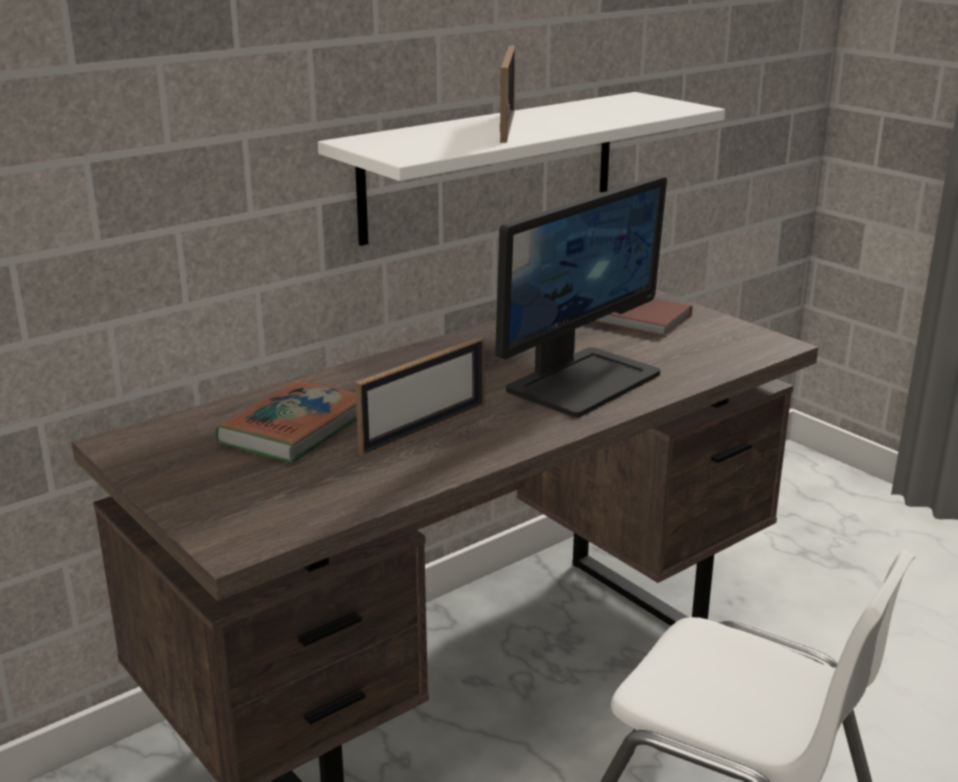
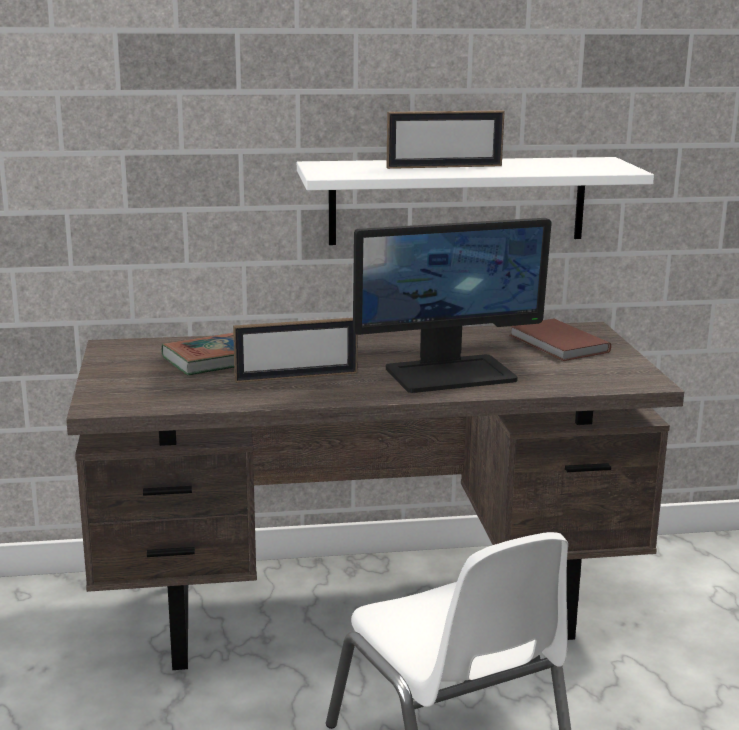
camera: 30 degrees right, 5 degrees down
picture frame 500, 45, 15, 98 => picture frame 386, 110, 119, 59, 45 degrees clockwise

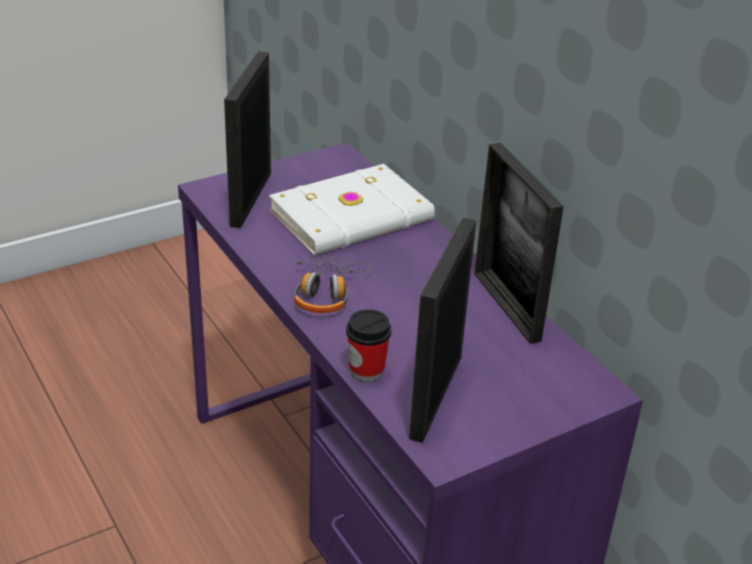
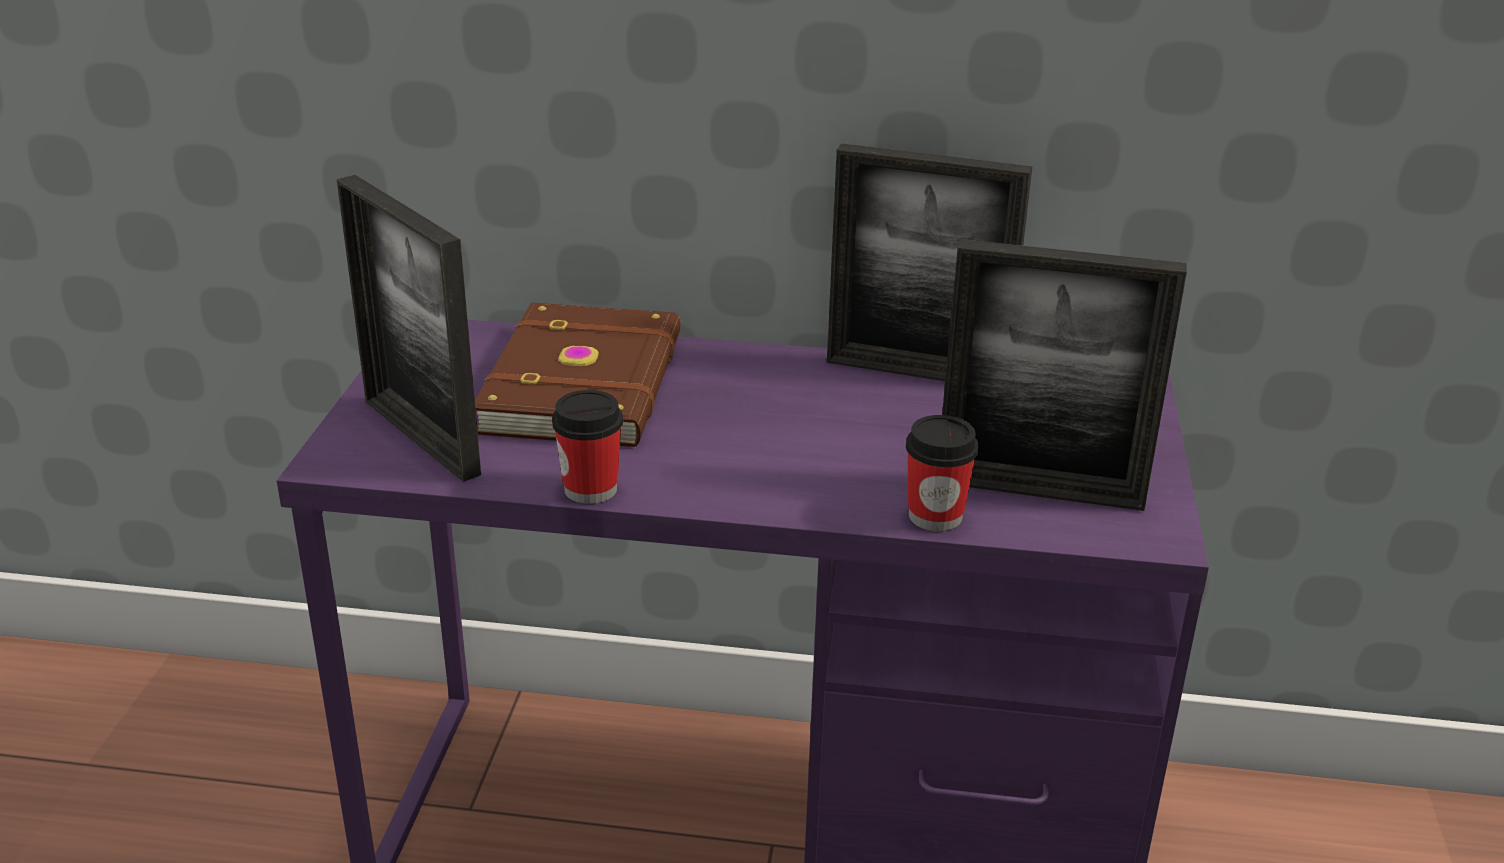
camera: 50 degrees left, 5 degrees down
book in white 269, 164, 166, 91 => book in brown 475, 303, 206, 144
headphones 292, 256, 79, 57 => nothing
picture frame 409, 218, 67, 225 => picture frame 942, 239, 245, 272, 45 degrees counterclockwise
nothing => cup 552, 390, 71, 114

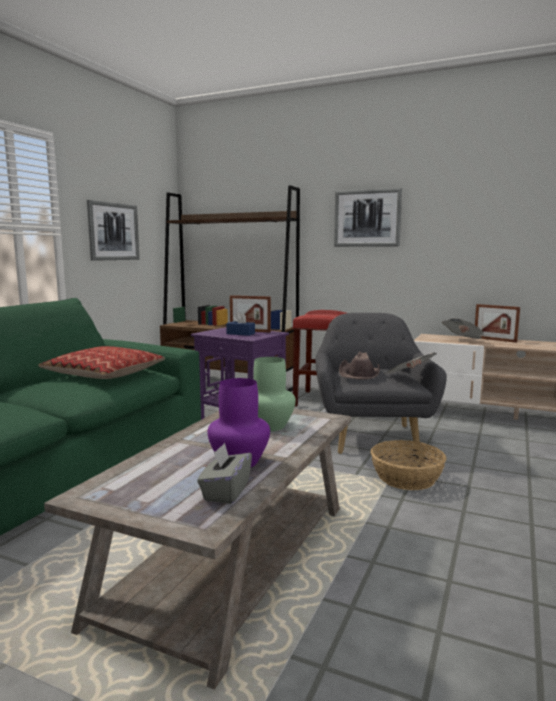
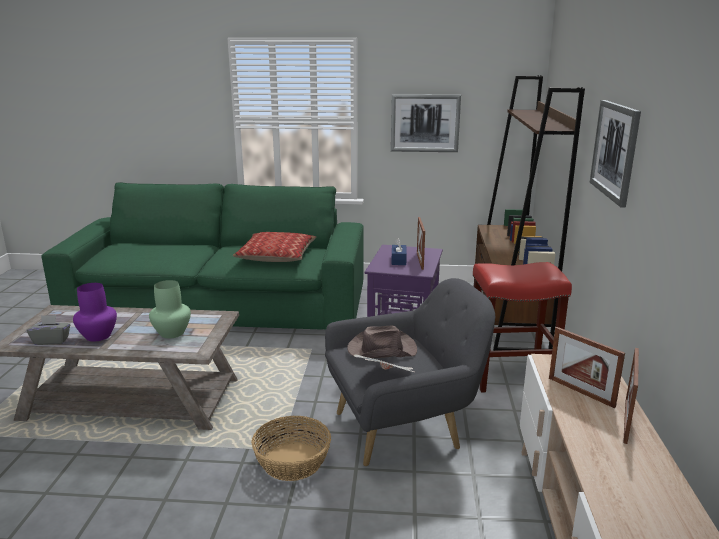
camera: 70 degrees right, 10 degrees up
newspaper 442, 319, 41, 20 => picture frame 549, 327, 76, 81

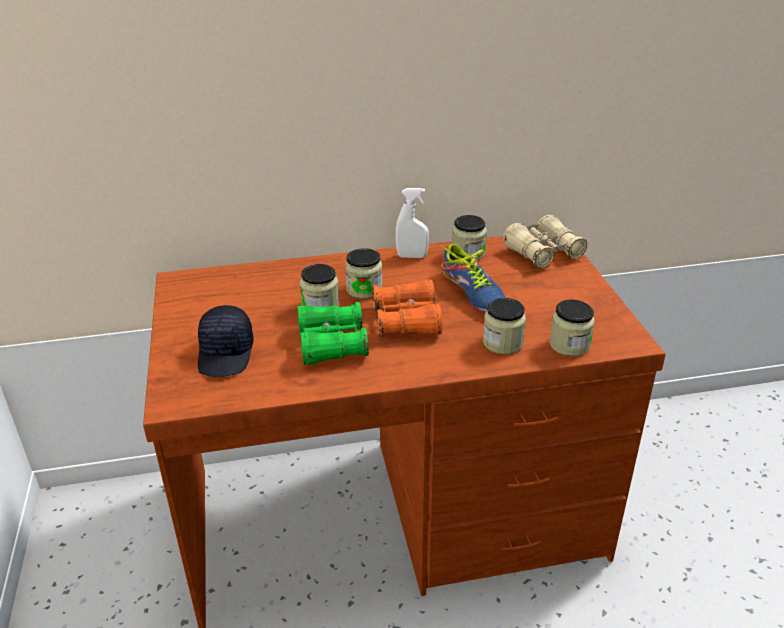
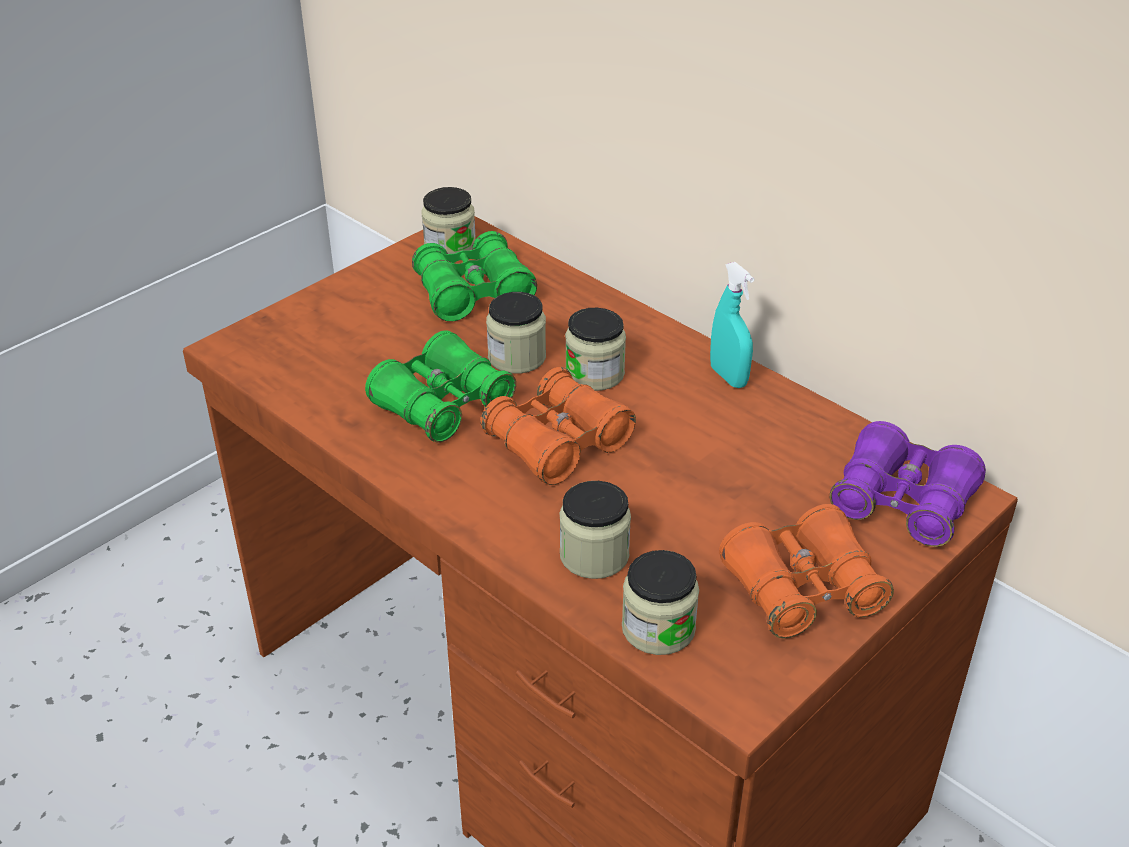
camera: 55 degrees right, 5 degrees up
cap in black 198, 305, 56, 72 => nothing
spray bottle in white 396, 188, 33, 70 => spray bottle in turquoise 710, 262, 44, 126
shoe 440, 244, 66, 69 => nothing
jar 452, 215, 35, 46 => jar 421, 187, 55, 67, moved
binoculars in beige 503, 215, 84, 54 => binoculars in purple 830, 421, 156, 126
nothing => binoculars in green 412, 231, 125, 91
nothing => binoculars in orange 719, 504, 175, 134

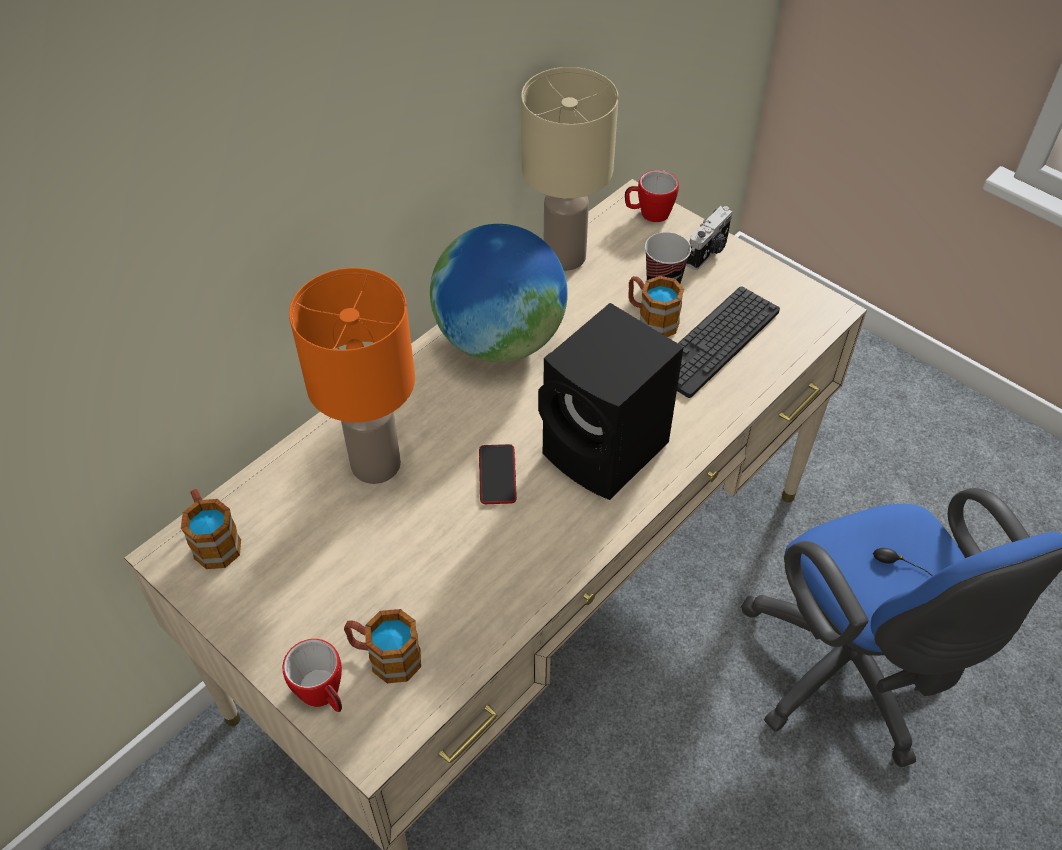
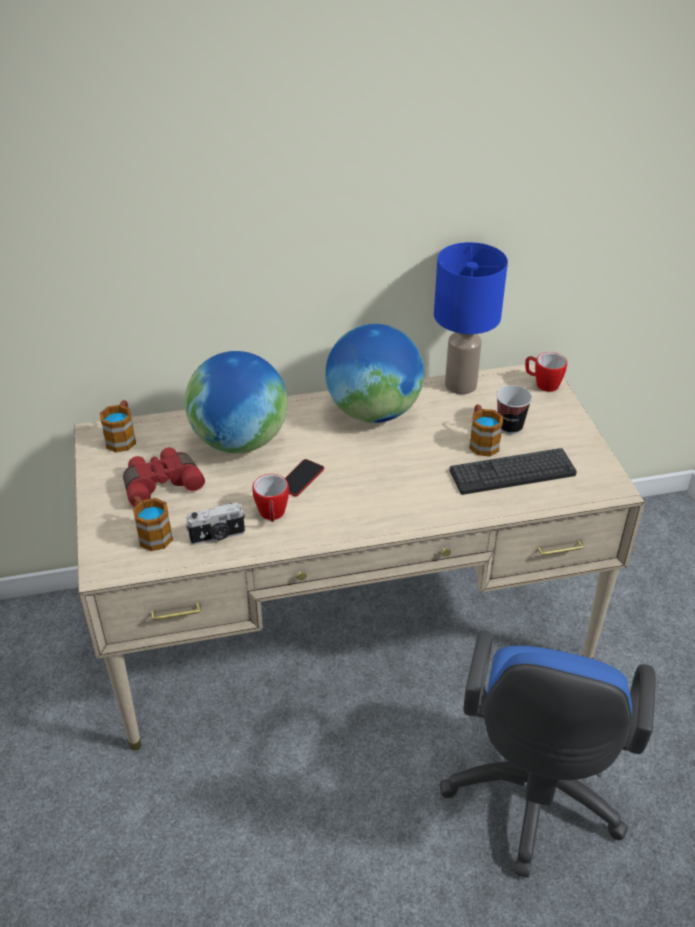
camera: 35 degrees right, 10 degrees down
mug 282, 639, 60, 73 => mug 252, 474, 37, 48, moved
table lamp in orange 289, 268, 126, 216 => globe 185, 351, 103, 102
table lamp in beige 521, 67, 97, 204 => table lamp in blue 434, 242, 74, 152
speaker in black 538, 303, 146, 197 => nothing
photo camera 686, 206, 47, 64 => photo camera 185, 502, 61, 43, moved
nothing => binoculars in red 123, 447, 82, 60

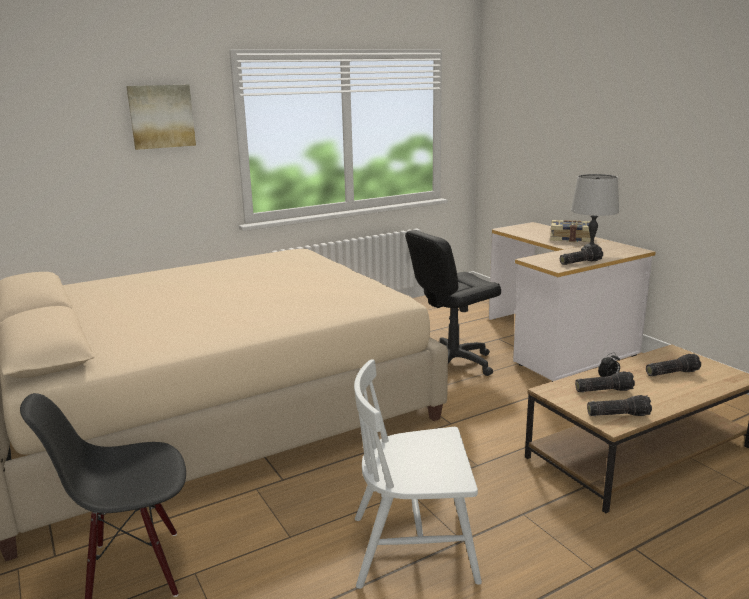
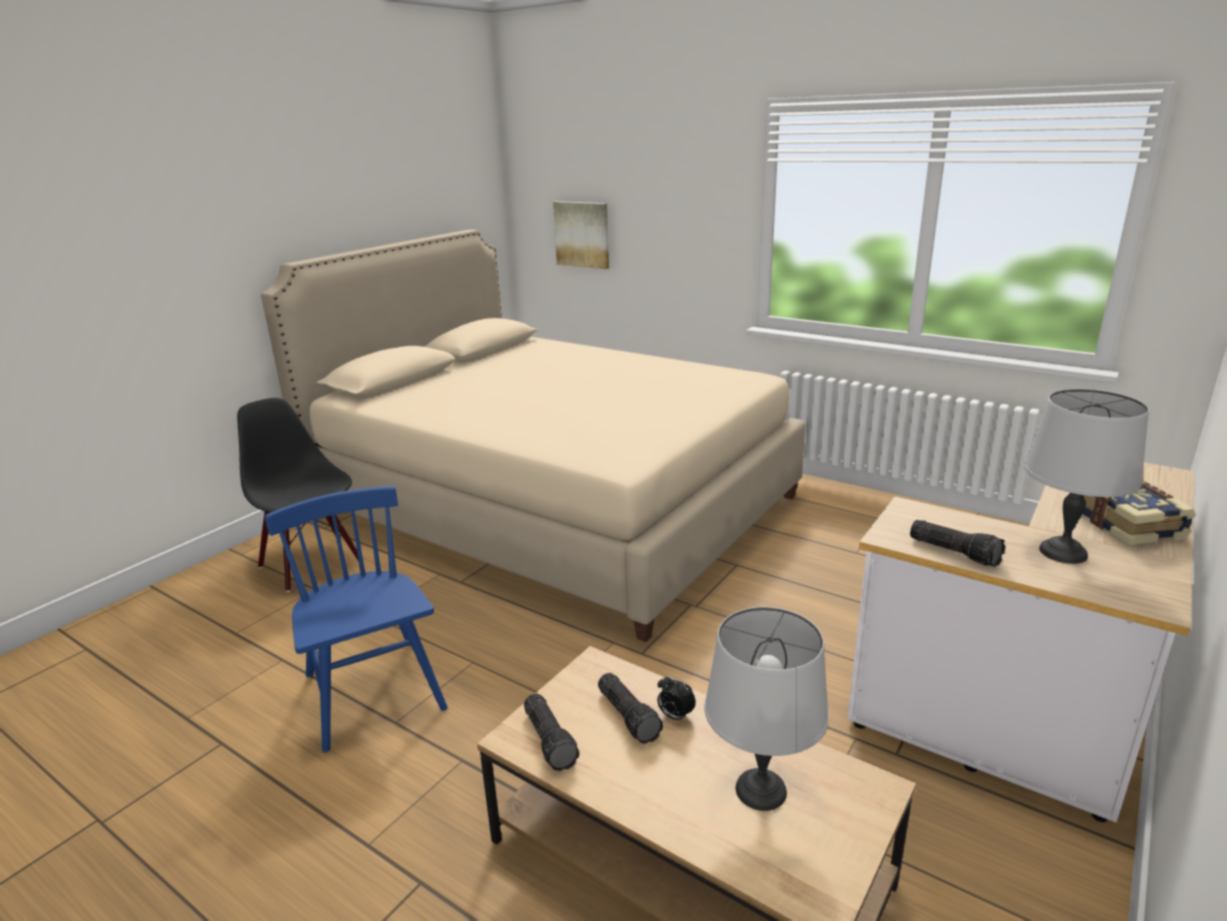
camera: 65 degrees right, 5 degrees up
picture 126, 85, 70, 65 => picture 553, 201, 56, 68, moved
chair in white 354, 359, 128, 230 => chair in blue 265, 486, 183, 266
office chair in black 405, 230, 96, 146 => nothing
flashlight 646, 354, 55, 22 => table lamp in grey 704, 607, 125, 204

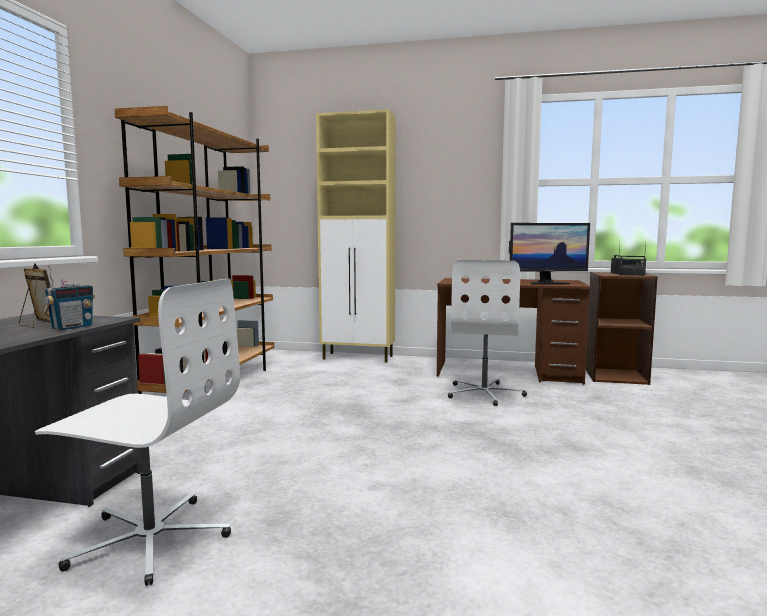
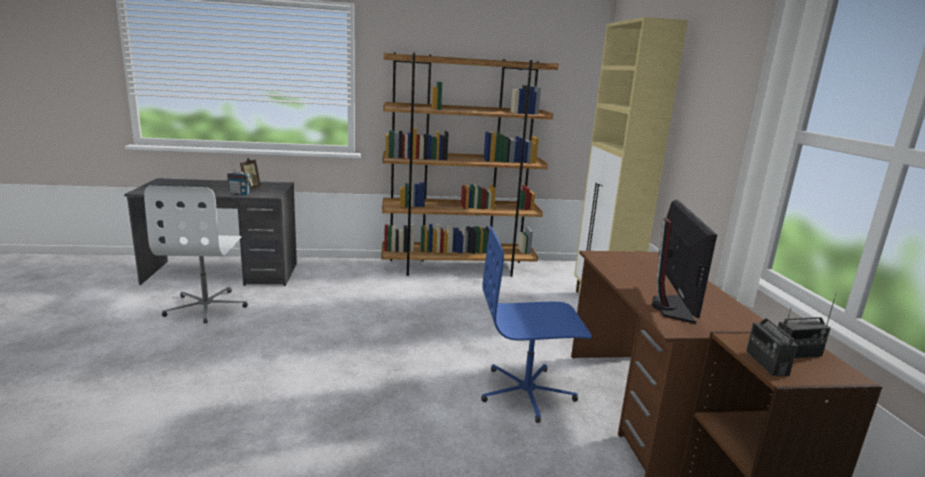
camera: 70 degrees right, 10 degrees up
office chair in white 448, 260, 79, 146 => office chair in blue 481, 225, 111, 198
monitor 509, 223, 81, 62 => monitor 652, 200, 65, 124, 150 degrees counterclockwise

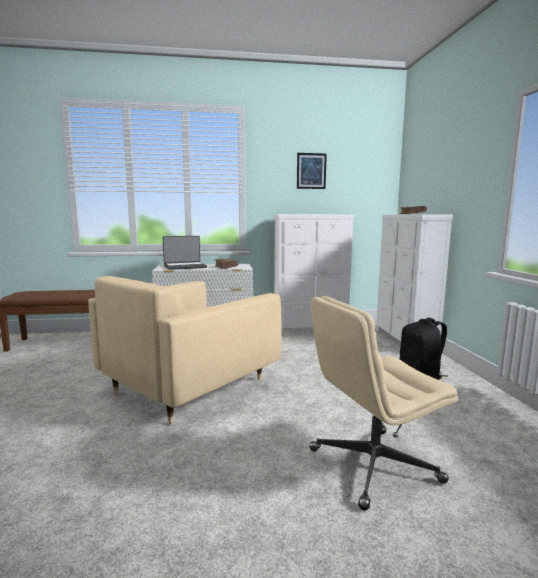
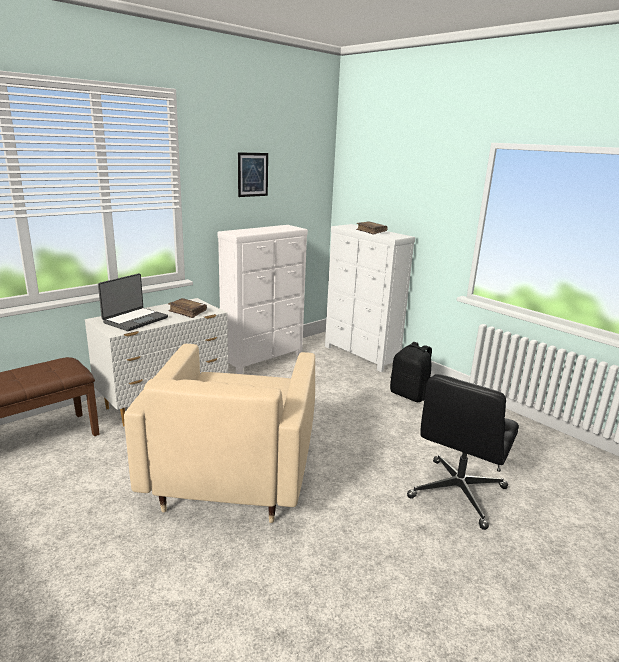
camera: 35 degrees left, 10 degrees up
office chair in beige 309, 296, 149, 214 => office chair in black 407, 374, 112, 156

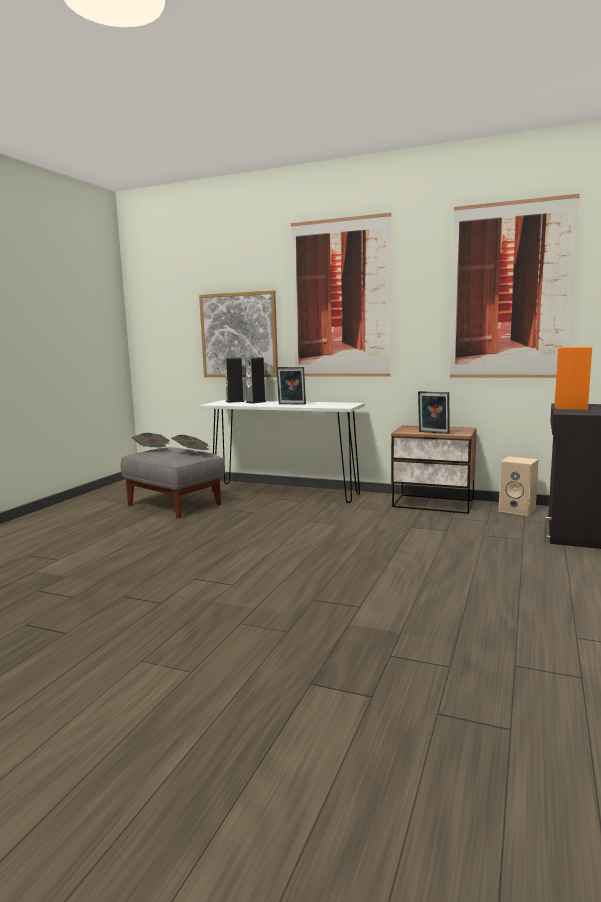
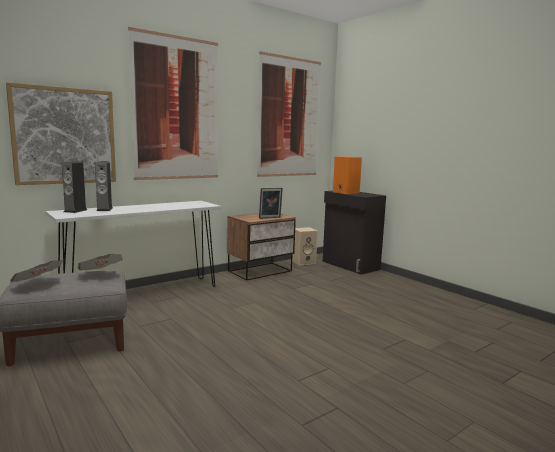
camera: 60 degrees left, 0 degrees up
picture frame 276, 367, 30, 37 => nothing

